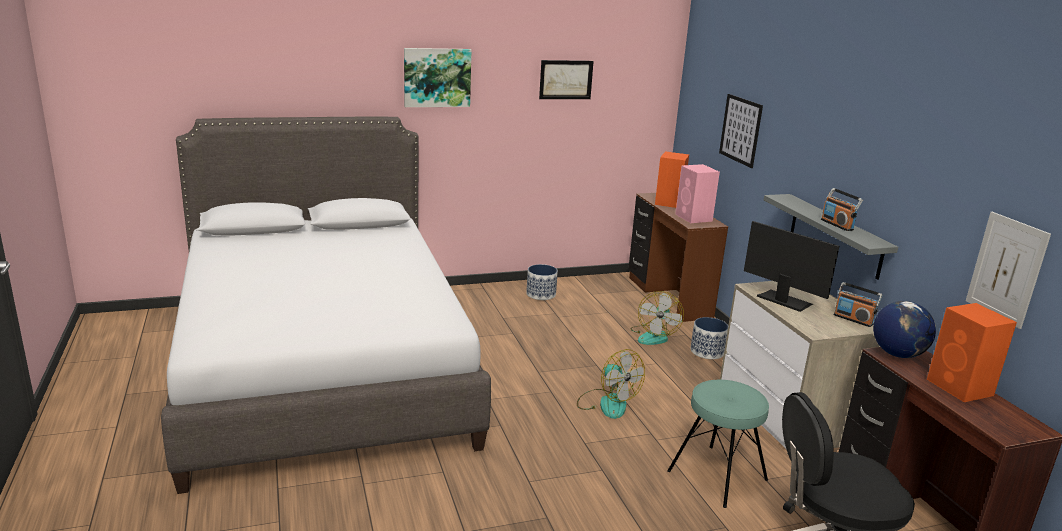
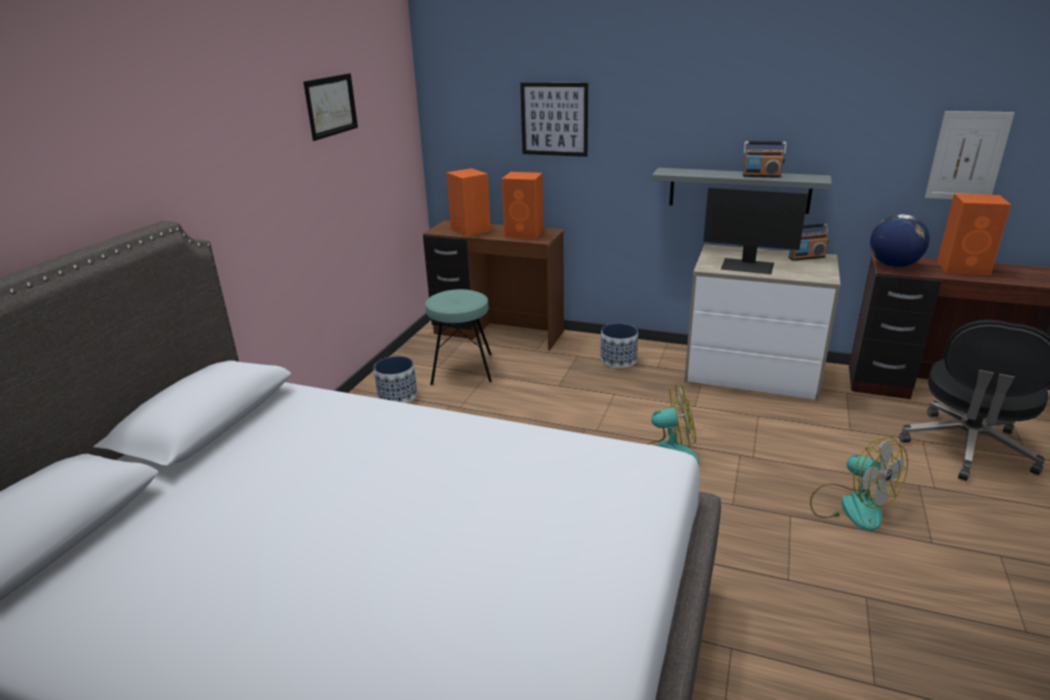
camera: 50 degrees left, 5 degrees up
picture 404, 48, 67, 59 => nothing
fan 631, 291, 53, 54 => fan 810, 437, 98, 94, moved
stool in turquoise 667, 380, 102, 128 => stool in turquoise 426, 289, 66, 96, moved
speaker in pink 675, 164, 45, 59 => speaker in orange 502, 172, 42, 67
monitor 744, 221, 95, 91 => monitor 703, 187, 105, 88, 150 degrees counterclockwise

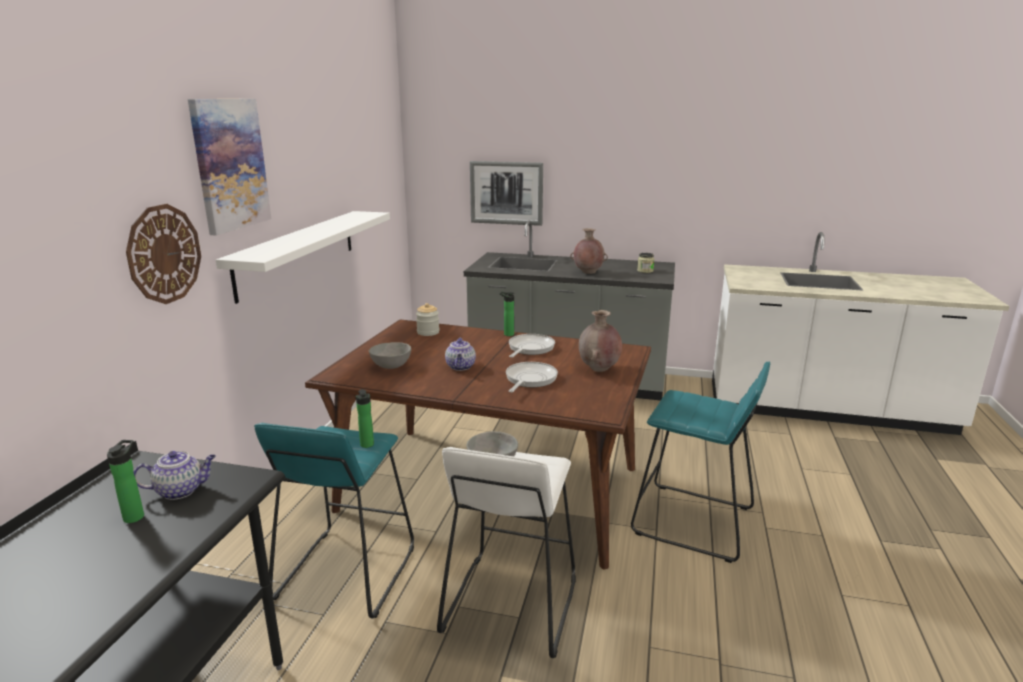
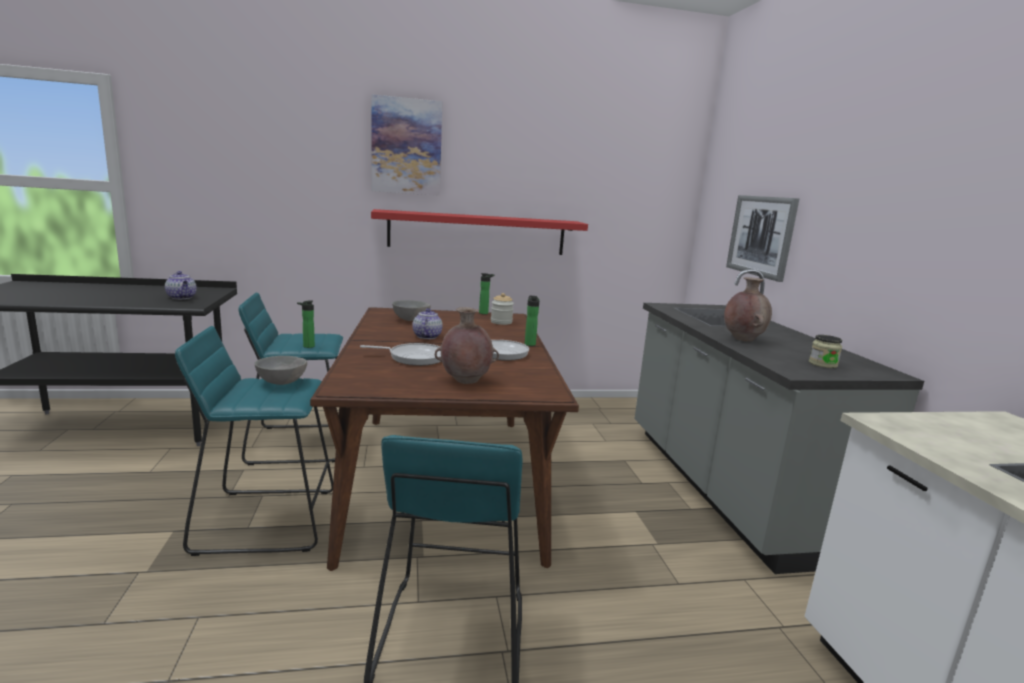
camera: 65 degrees right, 5 degrees down
bottle 107, 440, 37, 83 => bottle 479, 273, 15, 41, moved
wall clock 126, 204, 75, 100 => nothing
shelf in white 216, 211, 174, 93 => shelf in red 371, 209, 217, 46
stool in white 437, 447, 139, 211 => stool in turquoise 175, 326, 158, 230
teapot 445, 338, 31, 33 => teapot 412, 308, 31, 31, 120 degrees clockwise

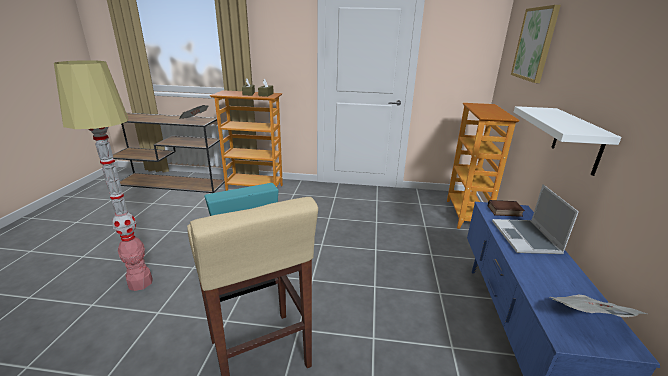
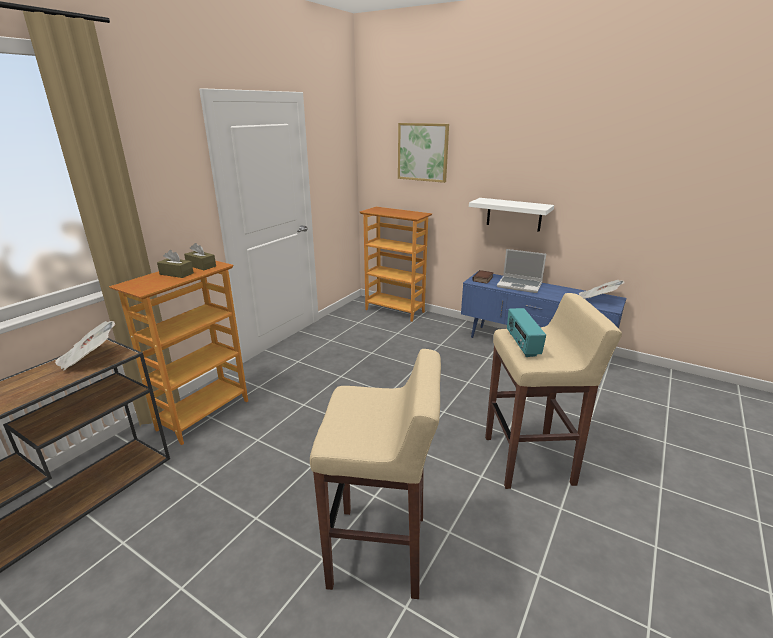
camera: 65 degrees left, 0 degrees up
floor lamp 54, 60, 99, 231 => stool in beige 310, 349, 131, 250

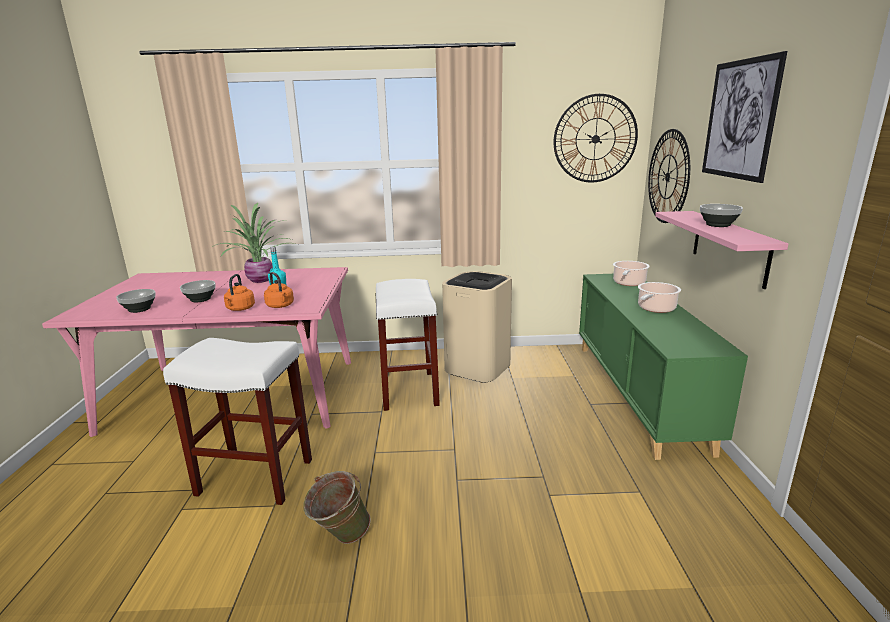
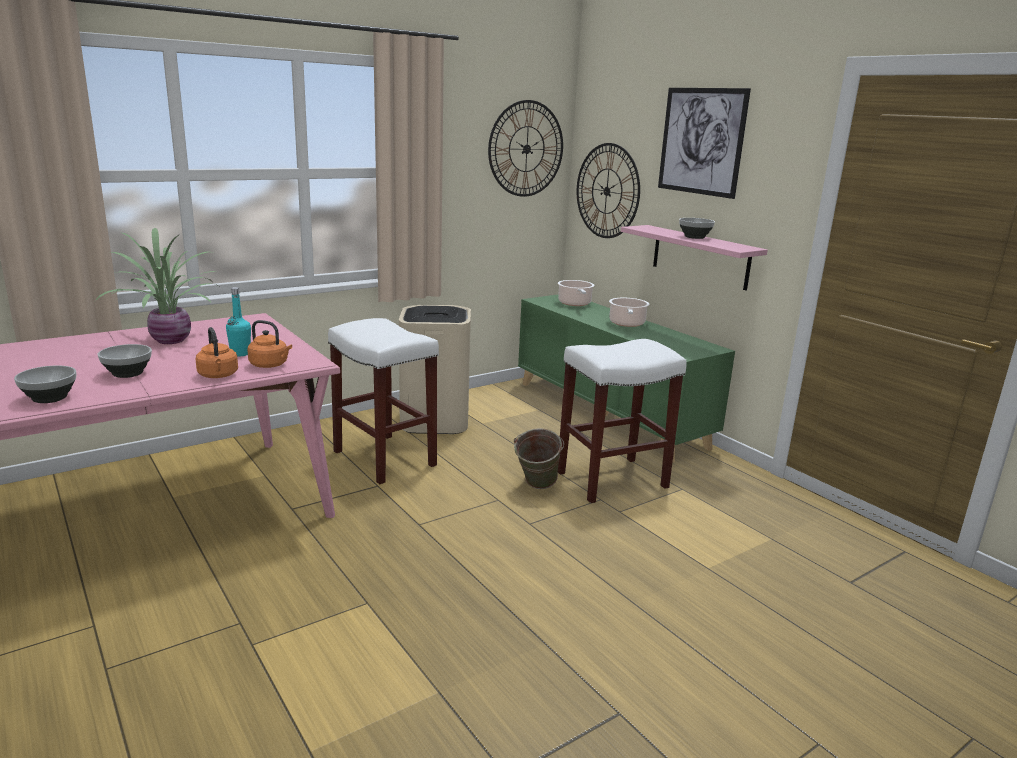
camera: 35 degrees left, 0 degrees up
stool in white 163, 338, 149, 167 => stool in white 558, 339, 129, 164, moved
bucket in green 303, 471, 68, 73 => bucket in green 514, 428, 50, 61, moved

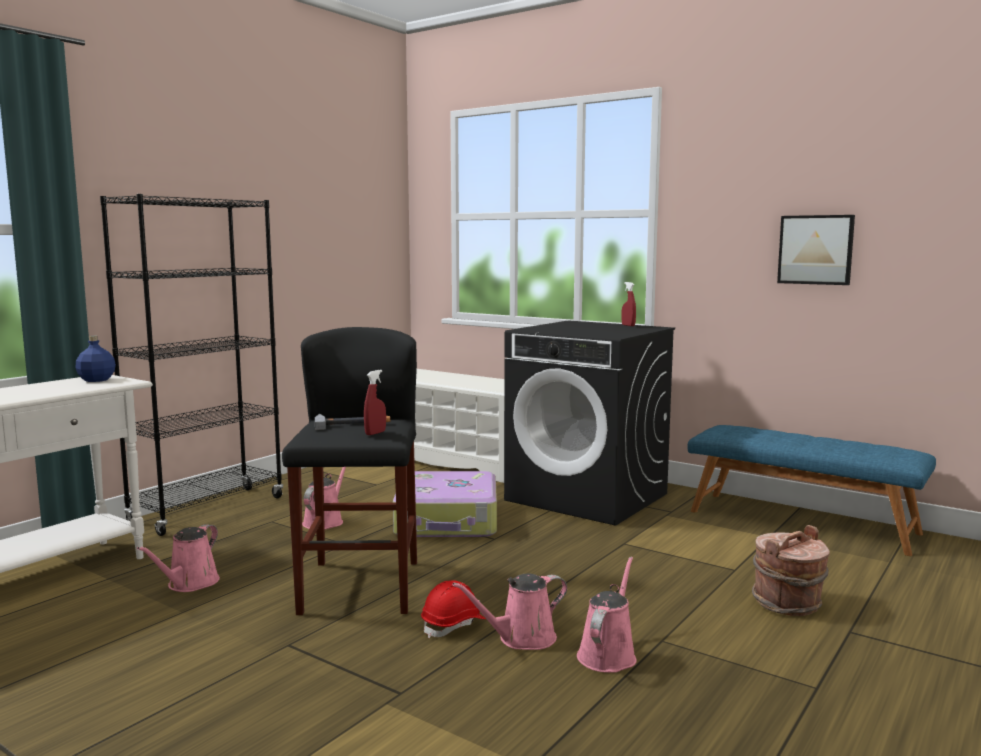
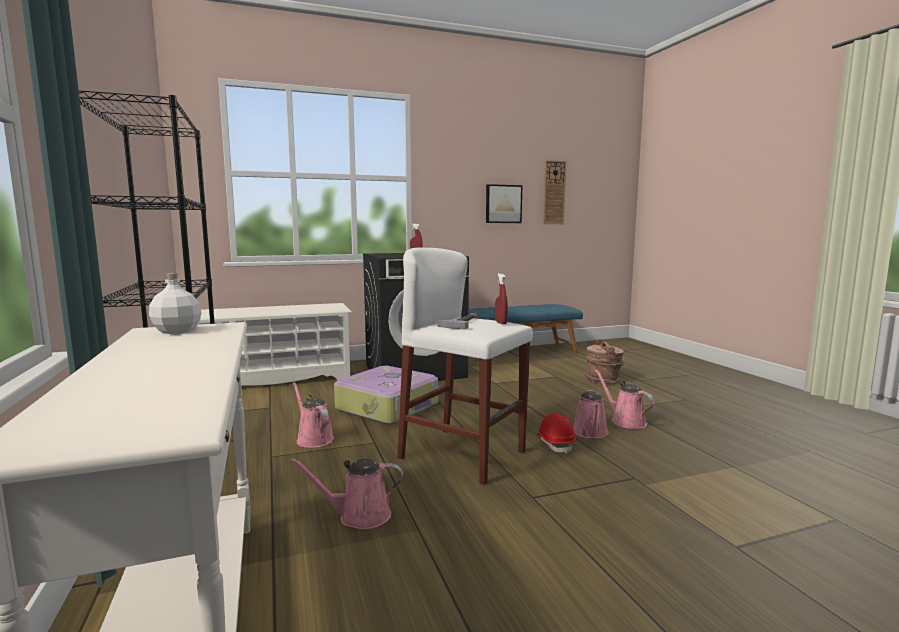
camera: 55 degrees left, 0 degrees up
bottle in blue 76, 336, 40, 46 => bottle in white 149, 273, 53, 61
watering can in pink 137, 524, 83, 68 => watering can in pink 289, 458, 114, 71, 120 degrees clockwise
stool in black 282, 327, 135, 288 => stool in white 397, 248, 136, 237
nothing => wall clock 543, 160, 24, 64

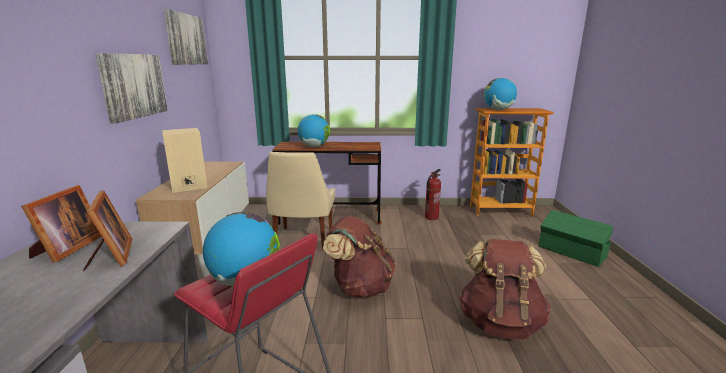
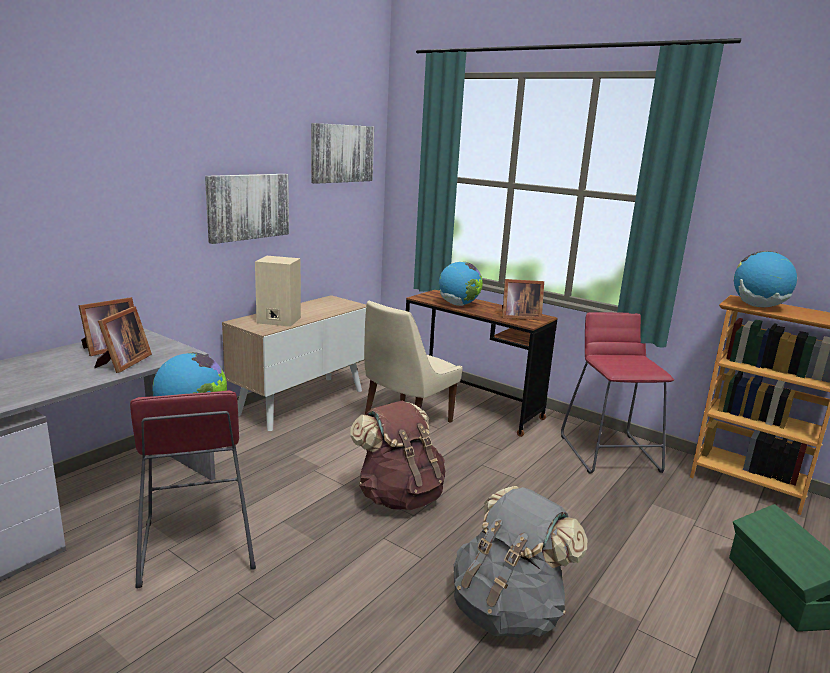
camera: 35 degrees right, 0 degrees up
fire extinguisher 425, 169, 16, 51 => stool in red 561, 312, 113, 162
backpack in brown 459, 239, 92, 101 => backpack in grey 454, 486, 133, 152
nothing => picture frame 502, 279, 42, 41

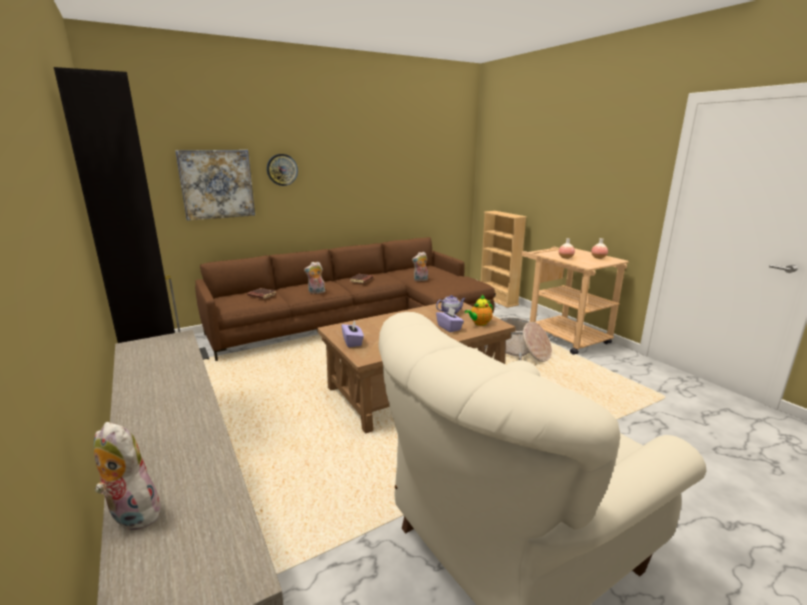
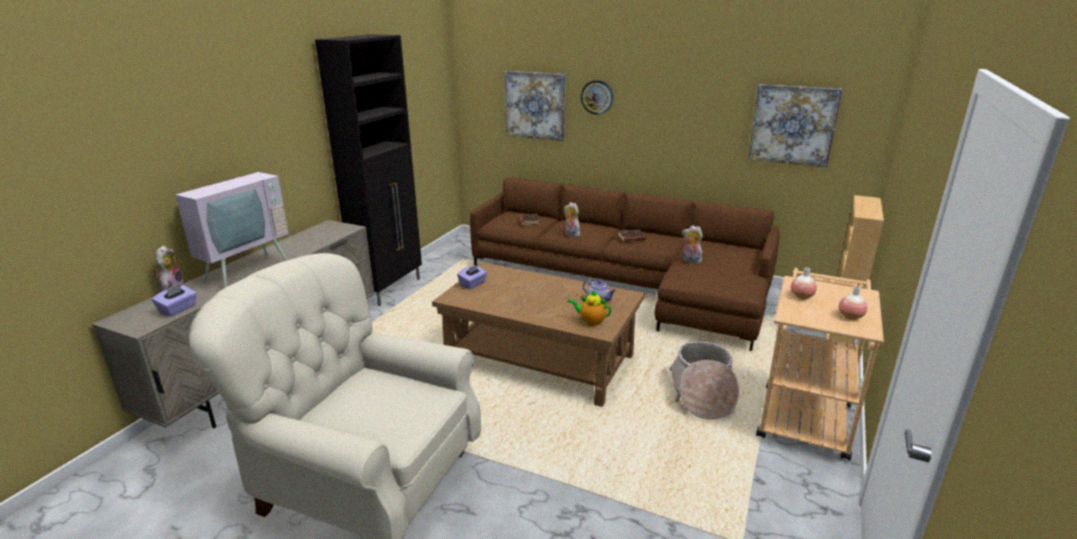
camera: 55 degrees right, 5 degrees up
tissue box in purple 436, 307, 28, 25 => tissue box in purple 152, 284, 45, 32, moved
nothing => television 157, 148, 132, 140
nothing => picture 748, 84, 94, 83

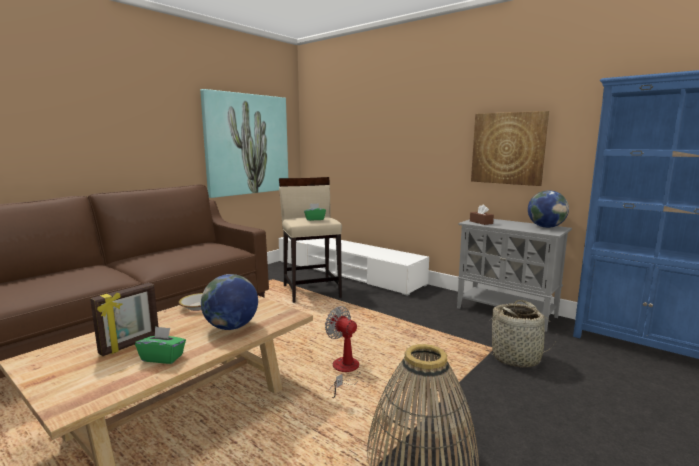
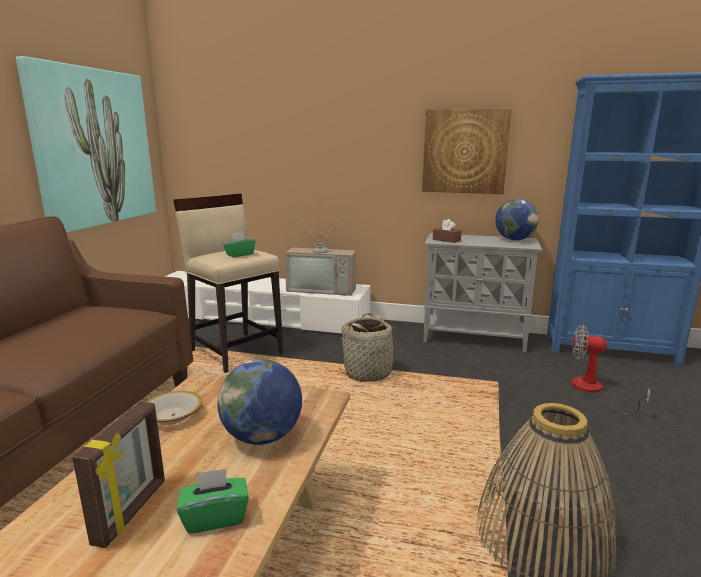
camera: 25 degrees left, 5 degrees up
fan 325, 306, 34, 92 => fan 572, 325, 79, 91, moved
basket 486, 300, 69, 68 => basket 338, 313, 64, 69, moved
nothing => television 285, 217, 71, 79

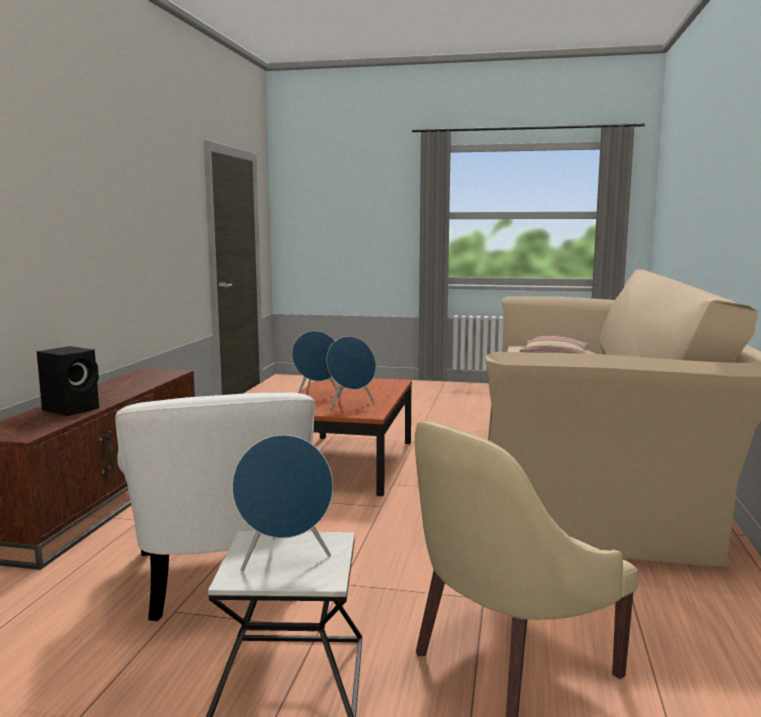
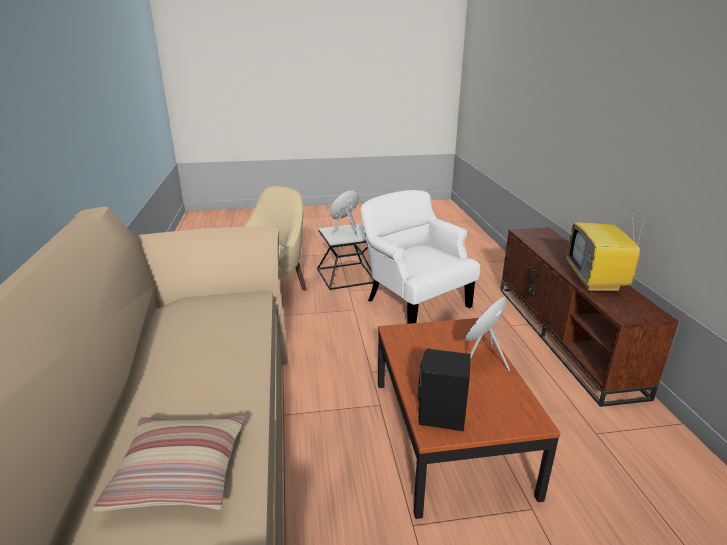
camera: 160 degrees right, 15 degrees up
speaker in black 37, 346, 62, 70 => speaker in black 418, 348, 53, 83, moved
speaker in blue 327, 336, 49, 73 => nothing
nothing => television 567, 205, 81, 88

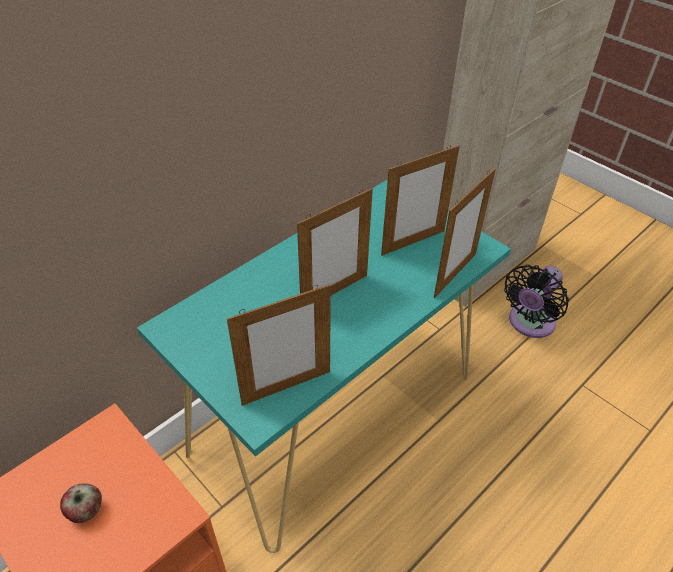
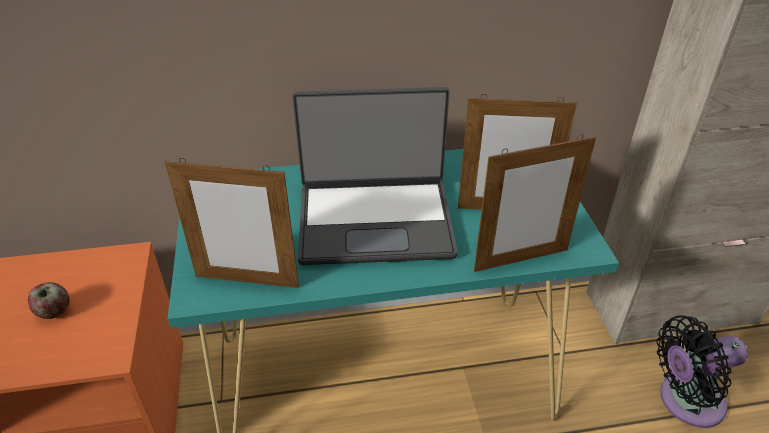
camera: 35 degrees right, 5 degrees down
picture frame 297, 188, 76, 107 => laptop 293, 87, 165, 178

